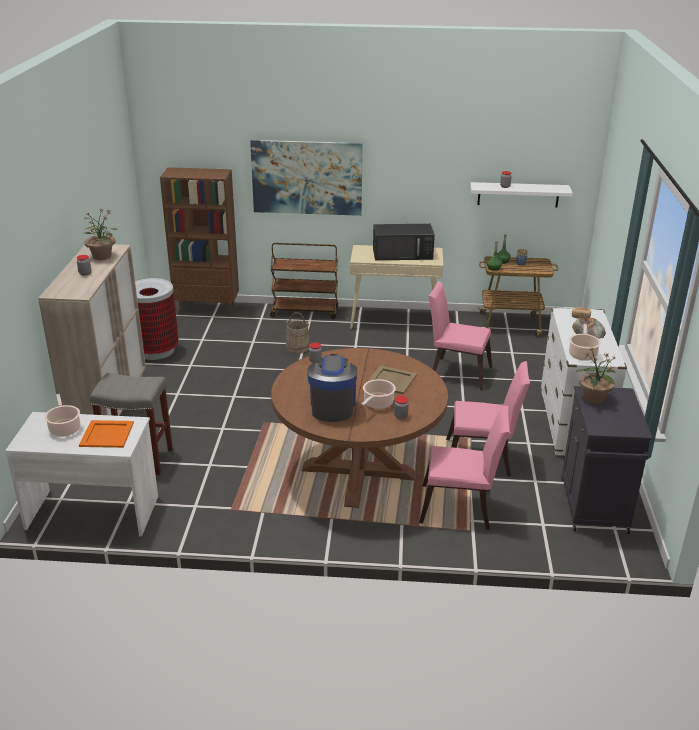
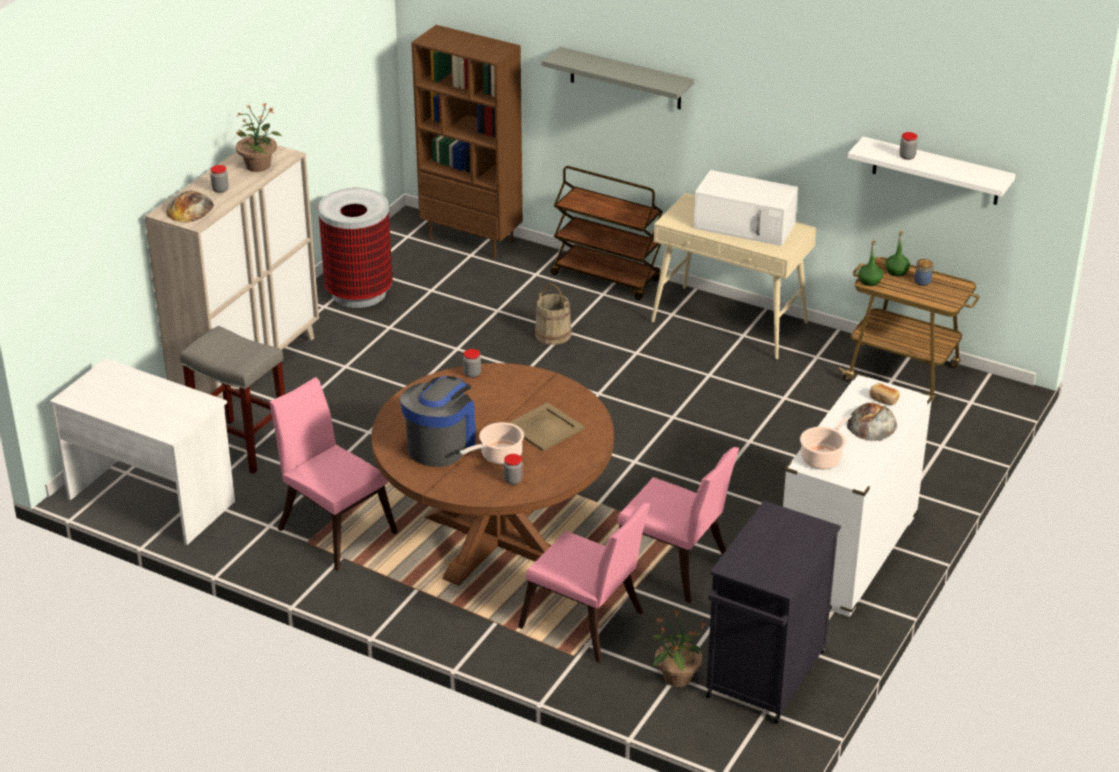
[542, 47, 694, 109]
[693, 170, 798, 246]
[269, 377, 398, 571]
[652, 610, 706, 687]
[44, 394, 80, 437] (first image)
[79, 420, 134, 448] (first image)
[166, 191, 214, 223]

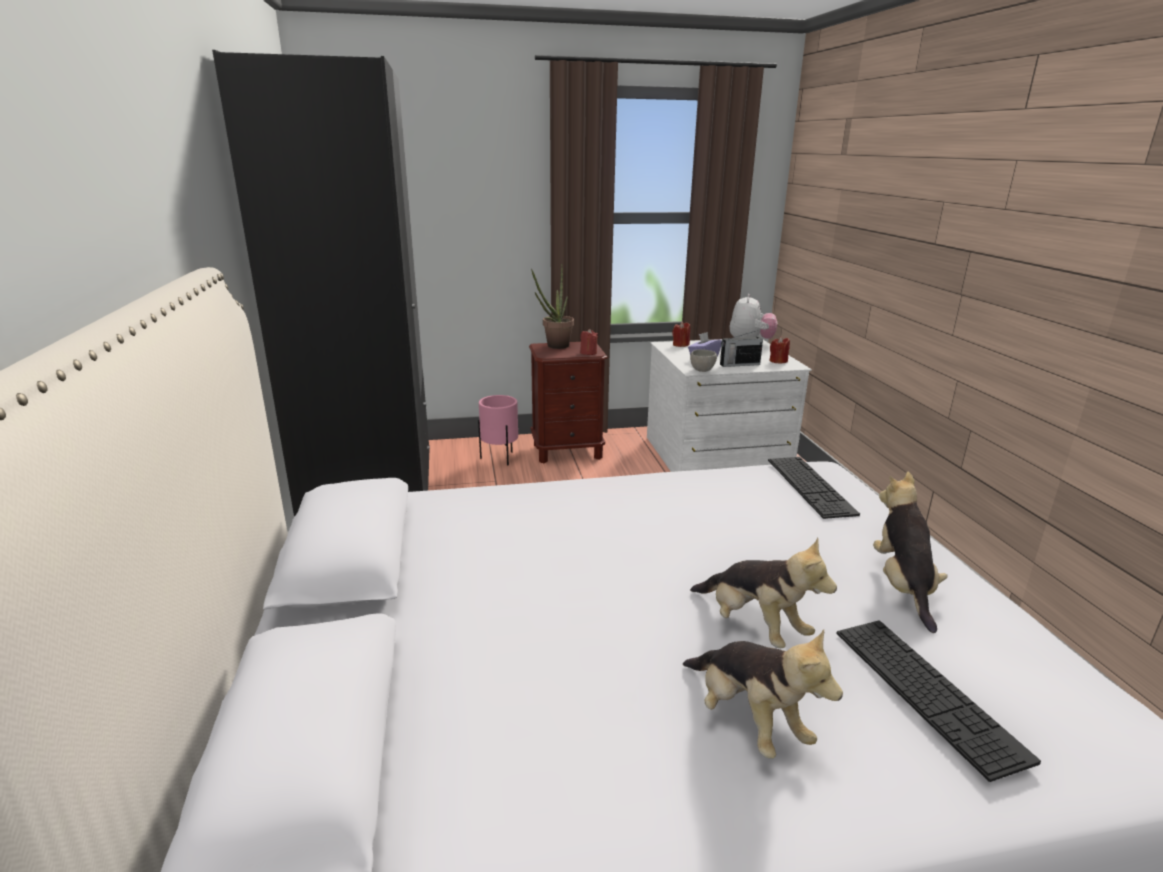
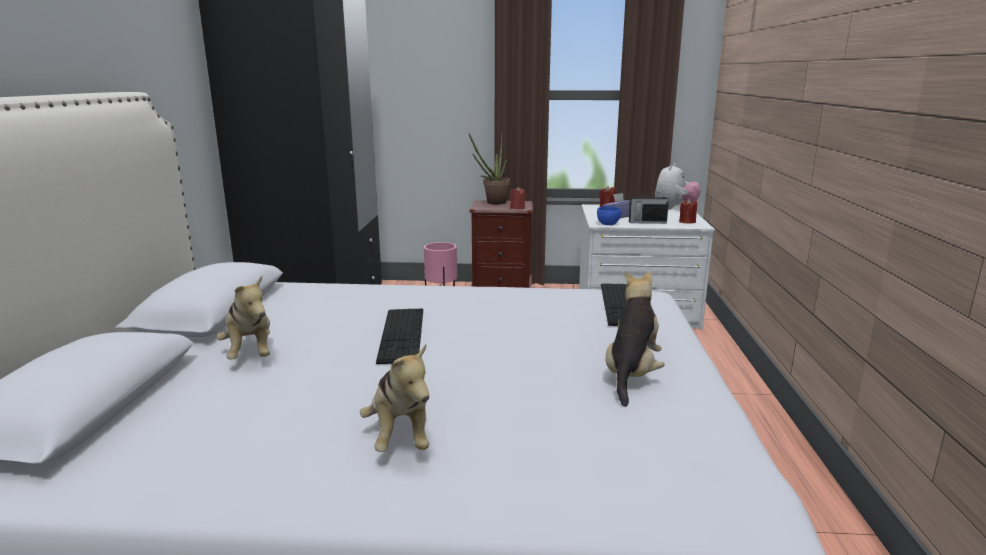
[597, 206, 621, 225]
[217, 276, 270, 360]
[376, 308, 423, 364]

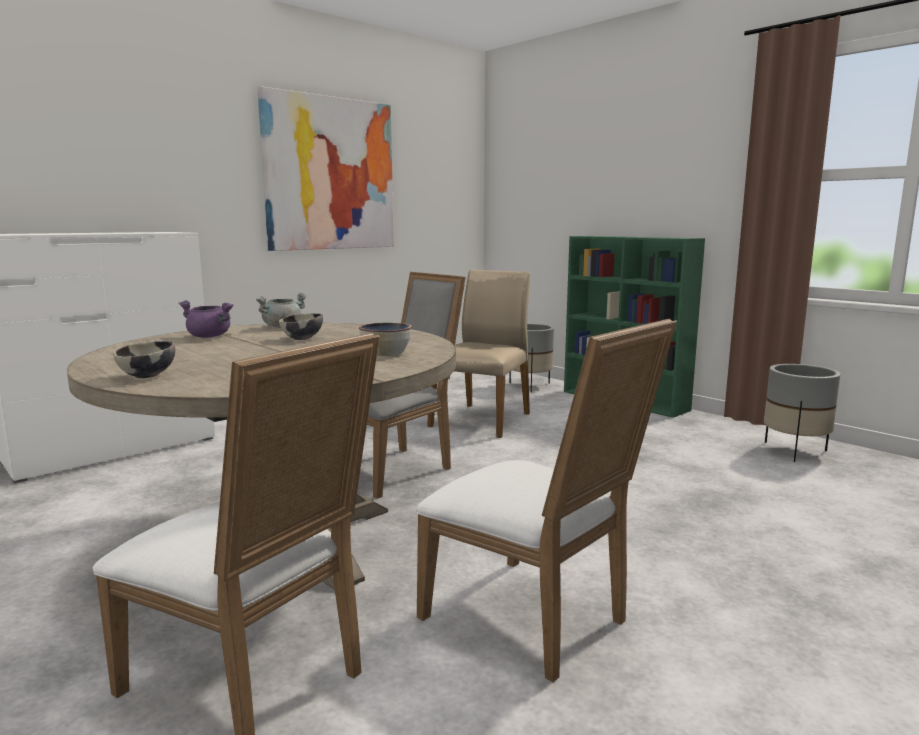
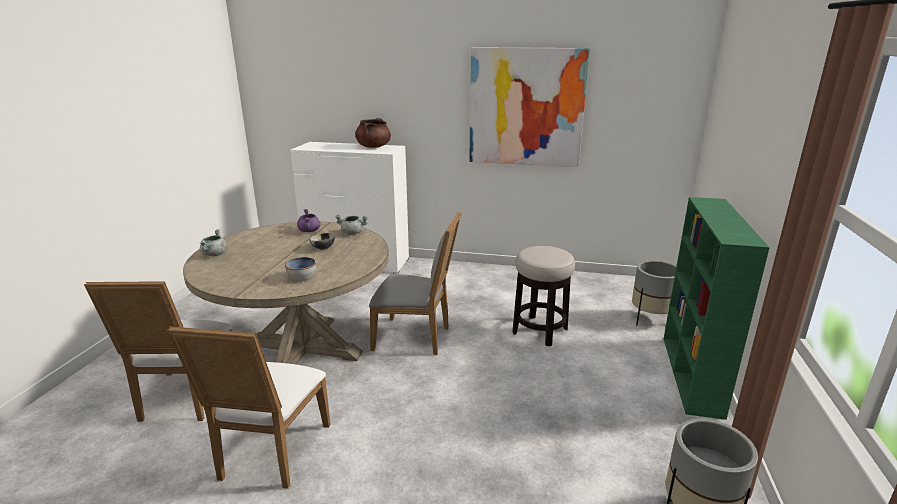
[512, 246, 575, 346]
[200, 229, 228, 256]
[355, 118, 391, 148]

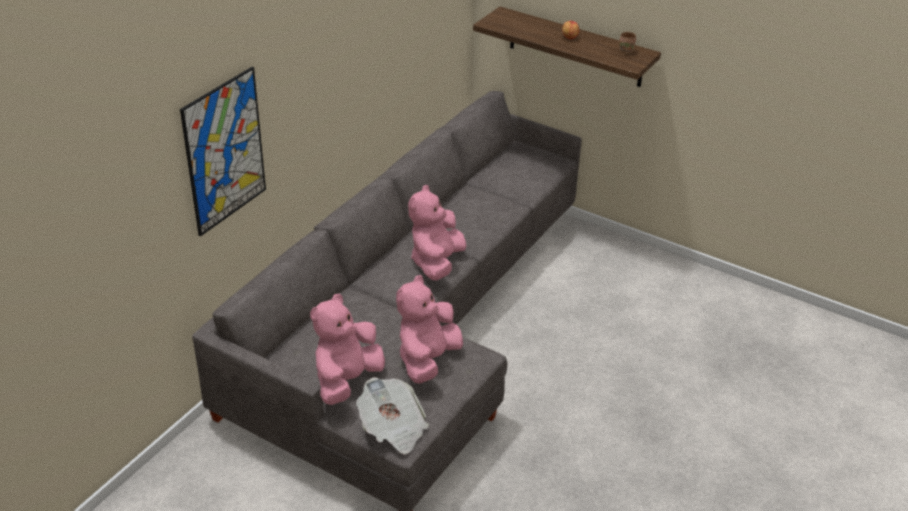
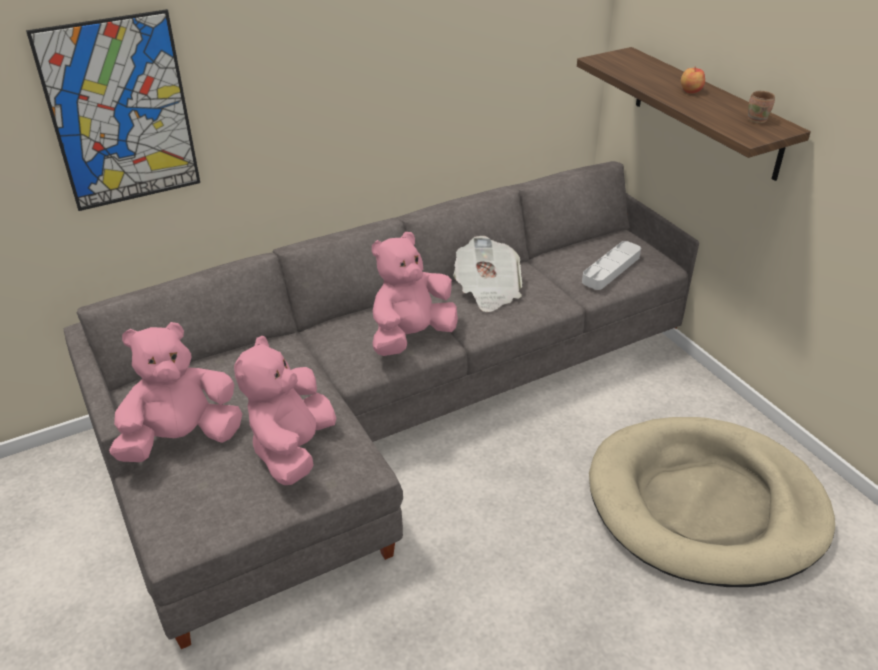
[234, 336, 337, 485]
[454, 236, 522, 312]
[582, 241, 641, 290]
[589, 417, 835, 587]

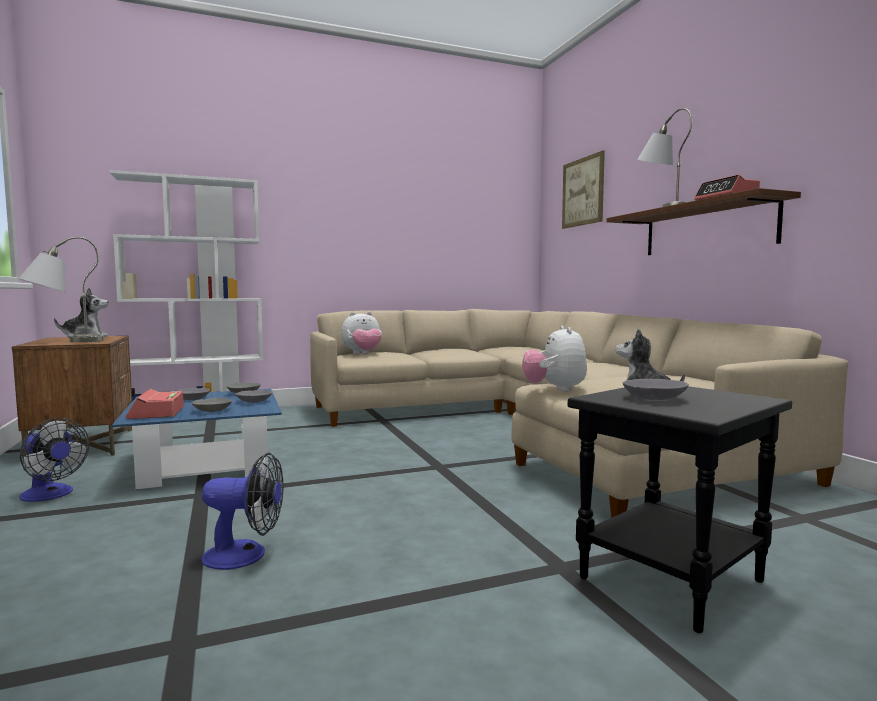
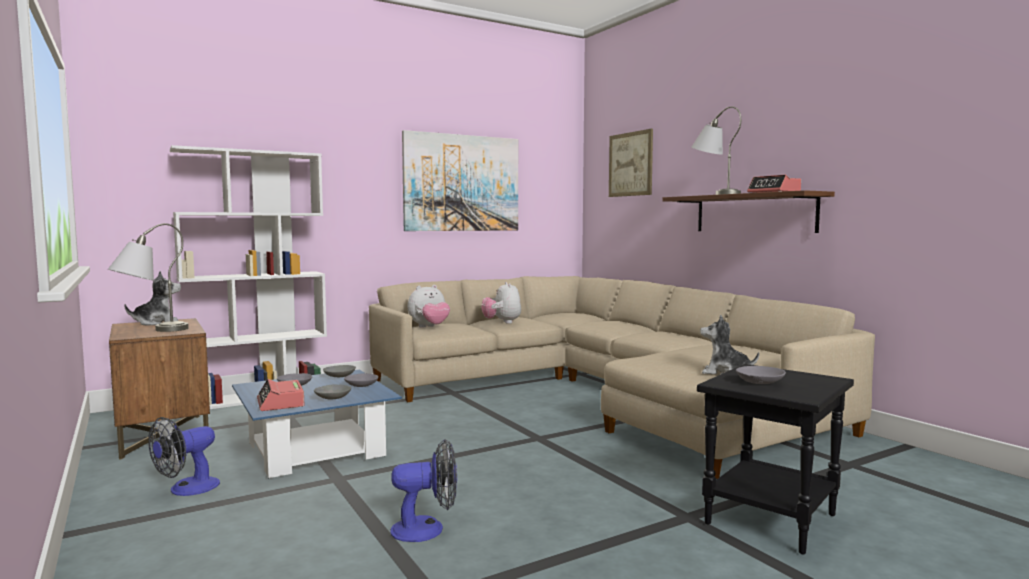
[481, 282, 521, 324]
[149, 417, 220, 496]
[402, 130, 518, 231]

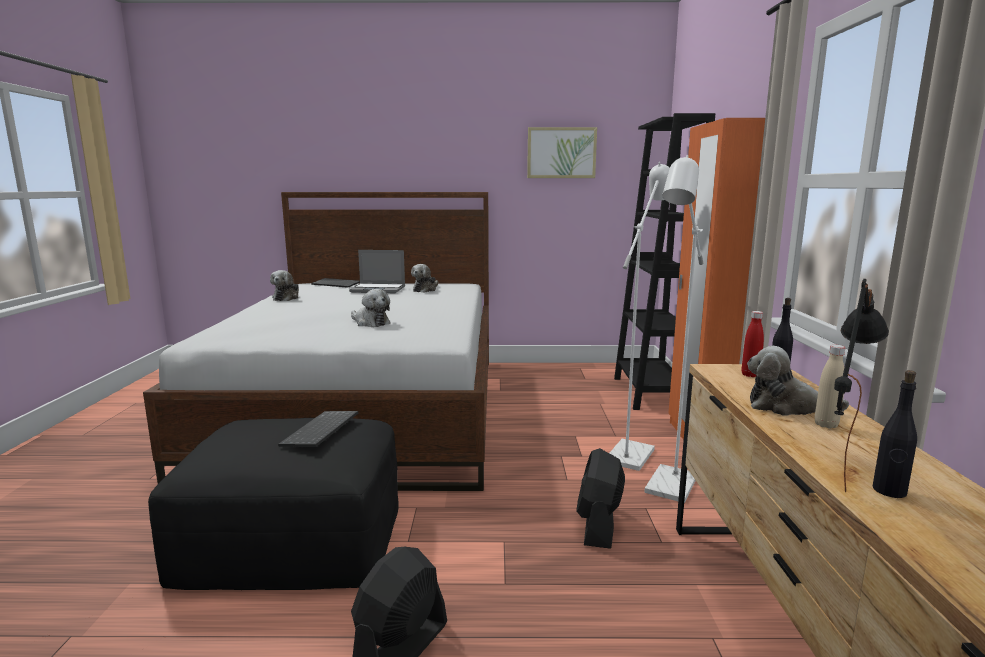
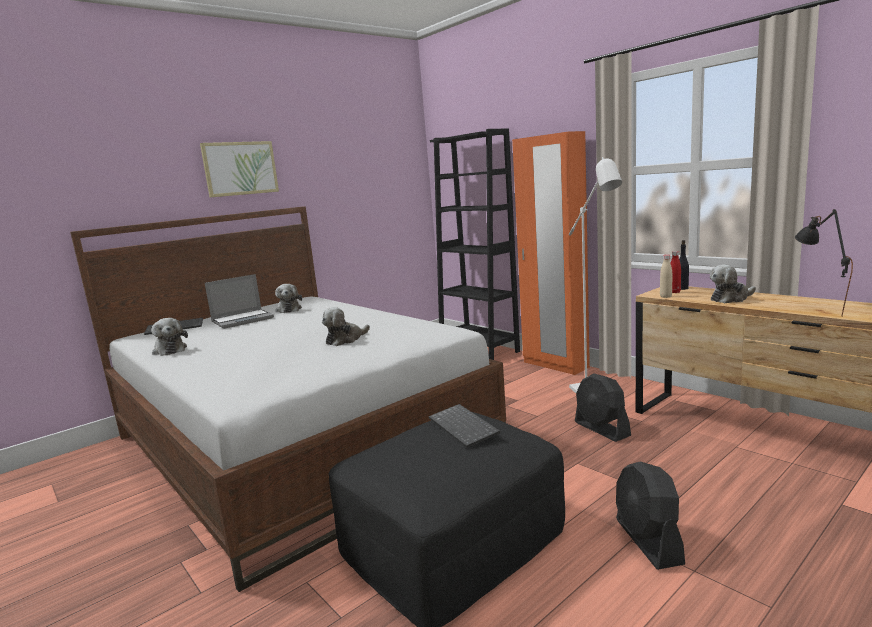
[200, 141, 279, 197]
[610, 162, 670, 471] (first image)
[322, 307, 370, 346]
[660, 255, 672, 298]
[873, 370, 917, 498] (first image)

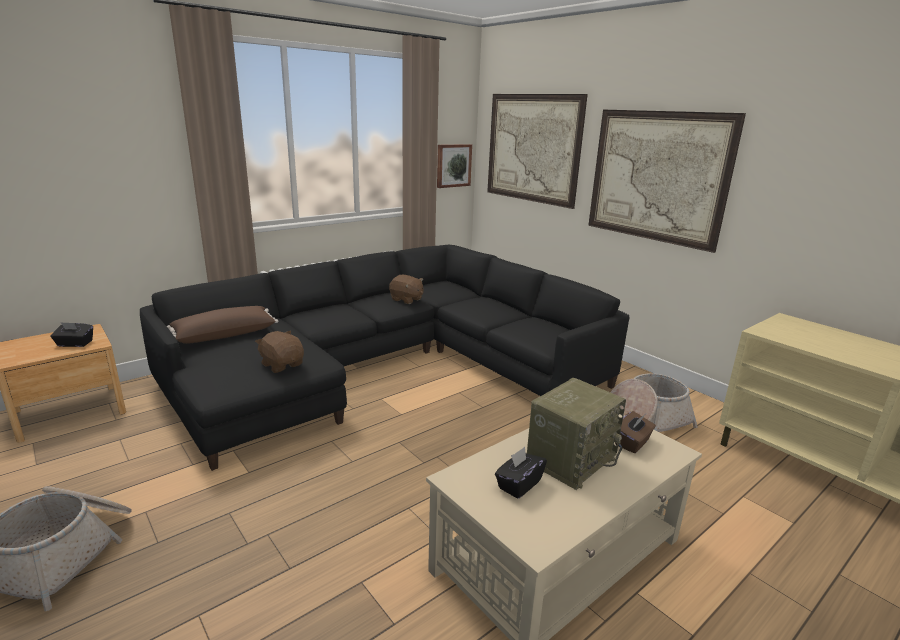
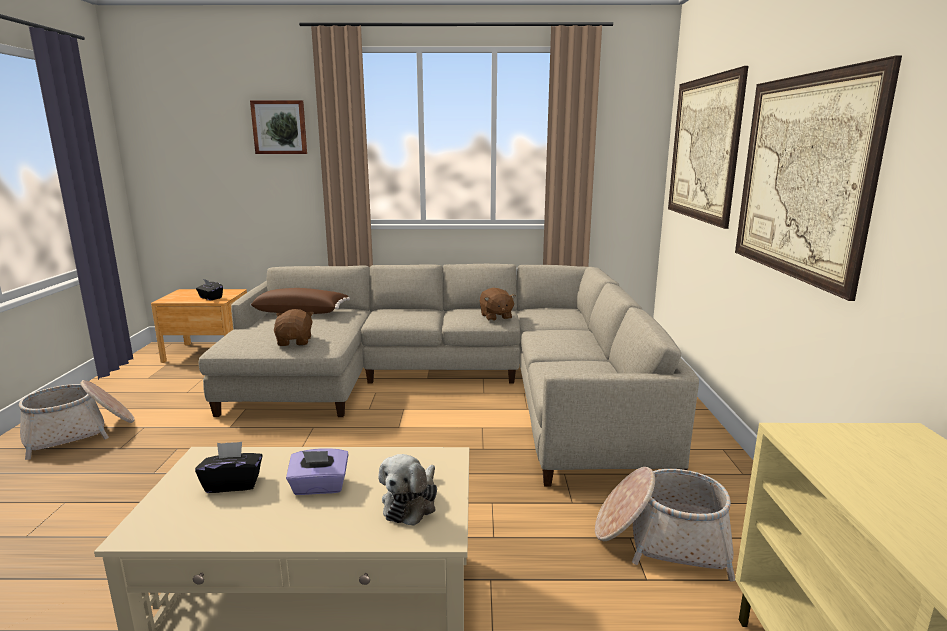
[250, 100, 307, 154]
[198, 264, 699, 486]
[286, 448, 349, 495]
[379, 454, 437, 526]

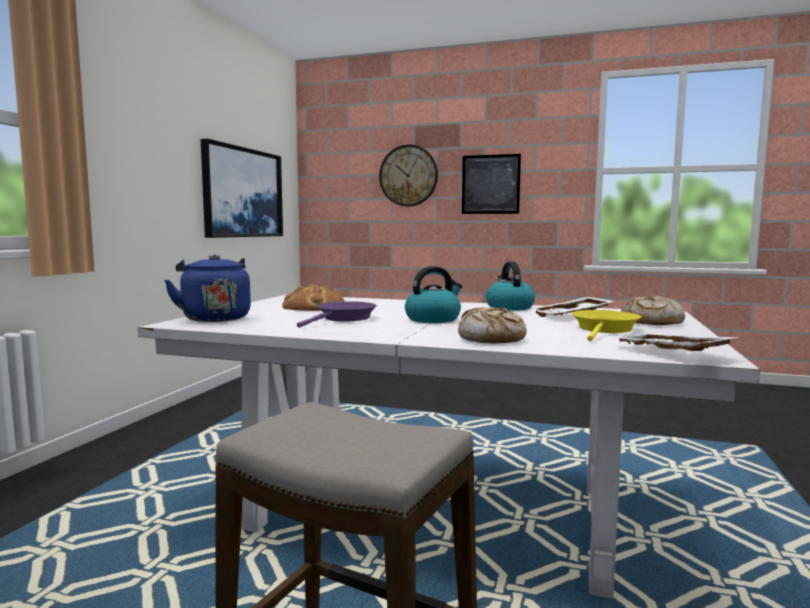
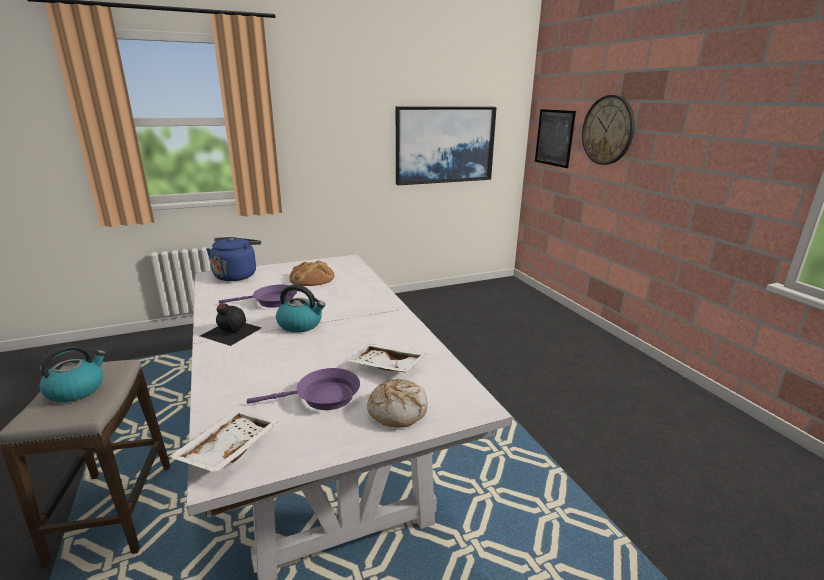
[535, 109, 576, 168]
[39, 344, 106, 402]
[458, 307, 527, 343] (first image)
[247, 368, 360, 410]
[200, 303, 261, 346]

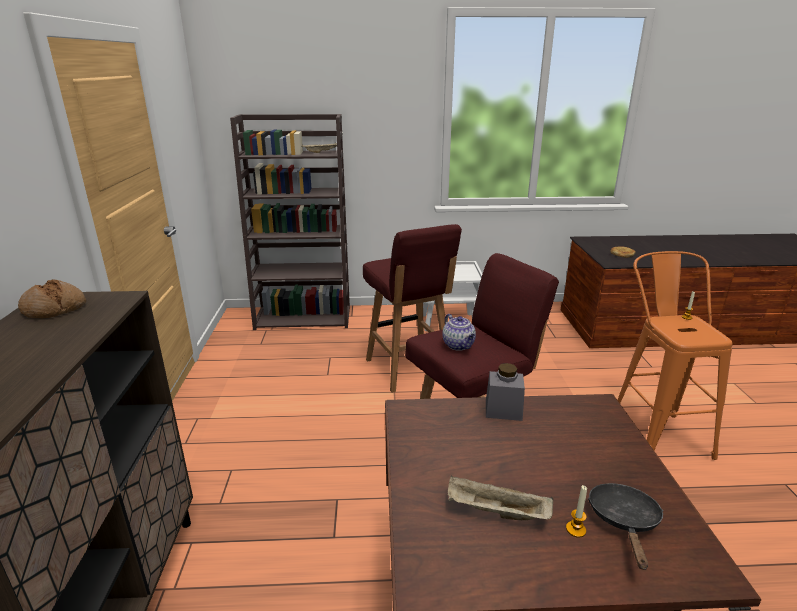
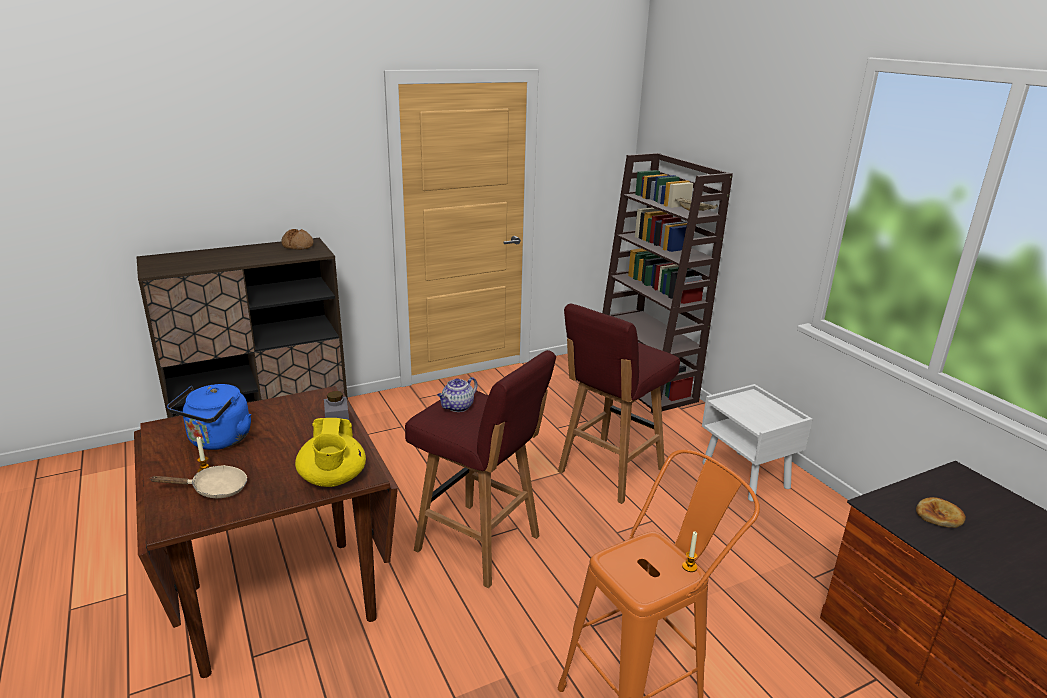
[167, 384, 251, 450]
[150, 465, 247, 498]
[295, 418, 366, 487]

